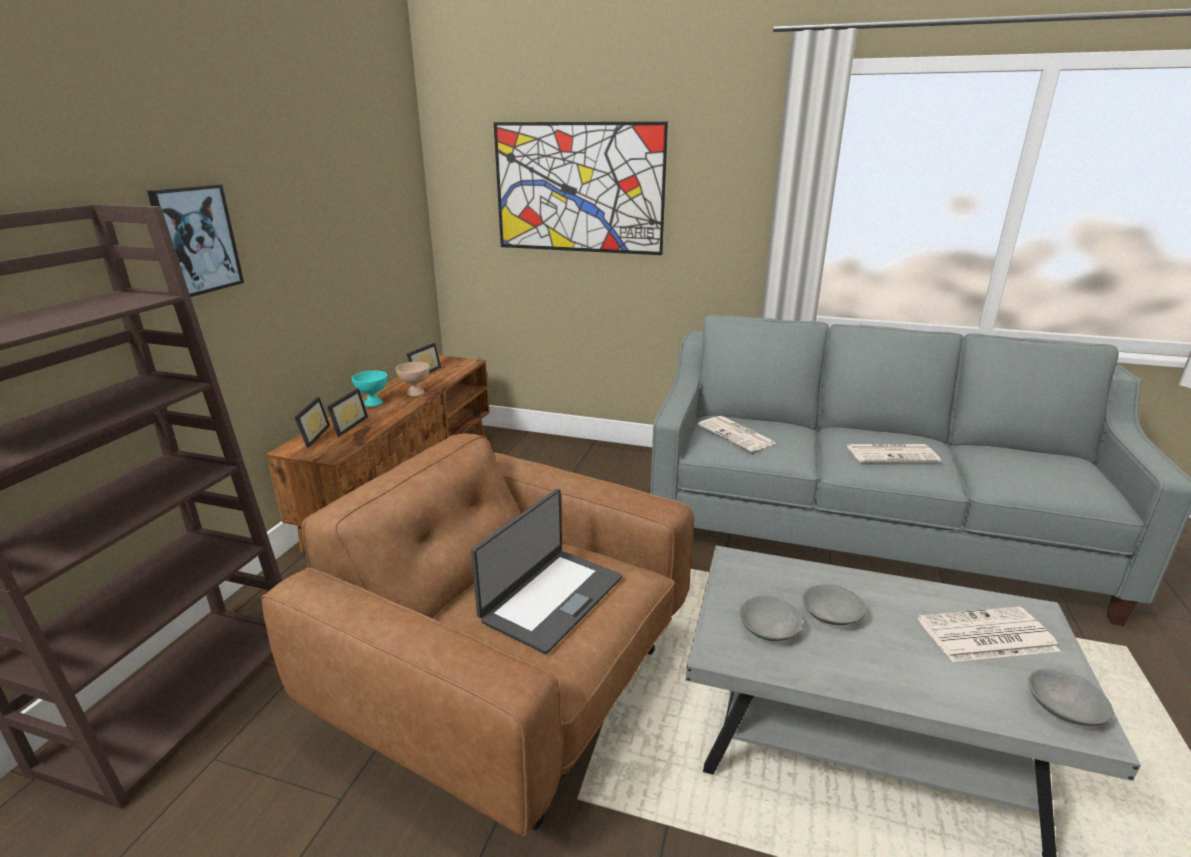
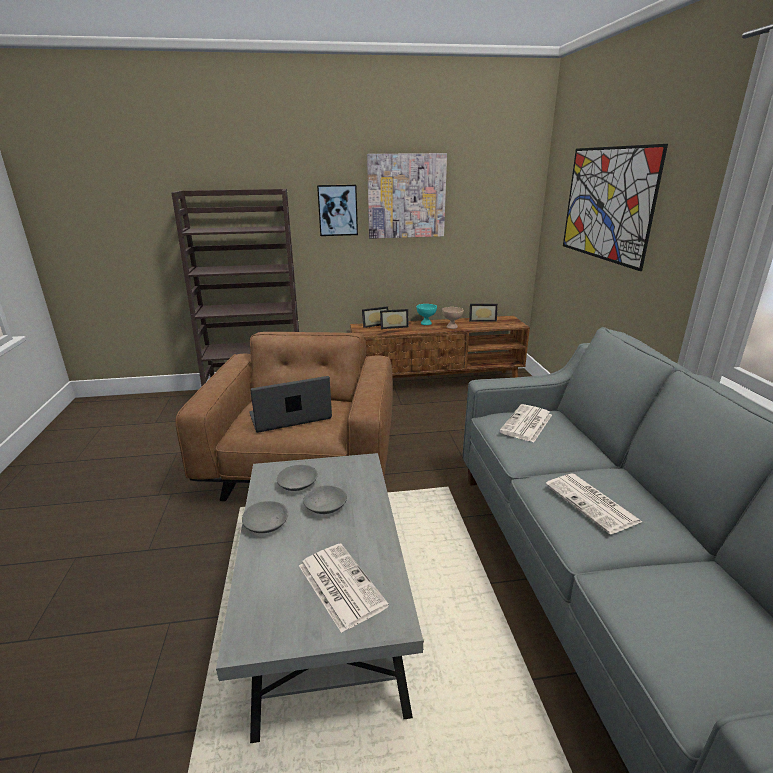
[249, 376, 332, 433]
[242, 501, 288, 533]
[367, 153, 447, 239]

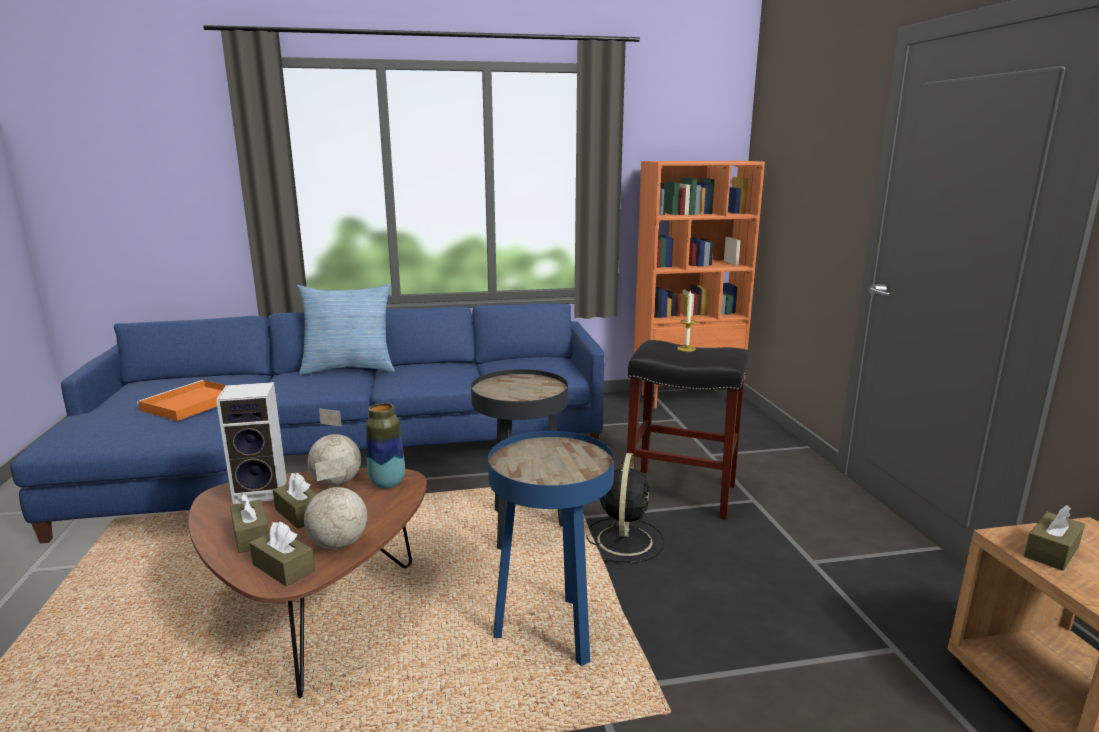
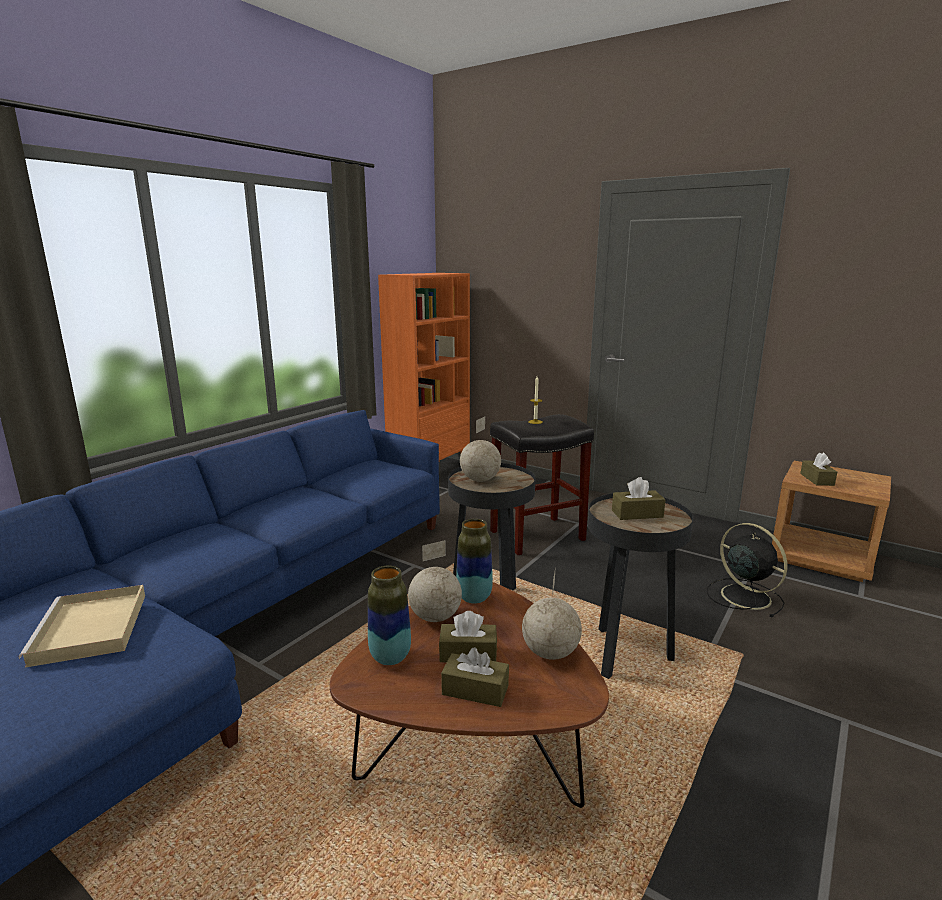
[297, 284, 395, 375] (first image)
[19, 585, 145, 668]
[368, 566, 411, 665]
[588, 493, 693, 679]
[707, 523, 788, 617]
[612, 477, 666, 520]
[460, 417, 501, 482]

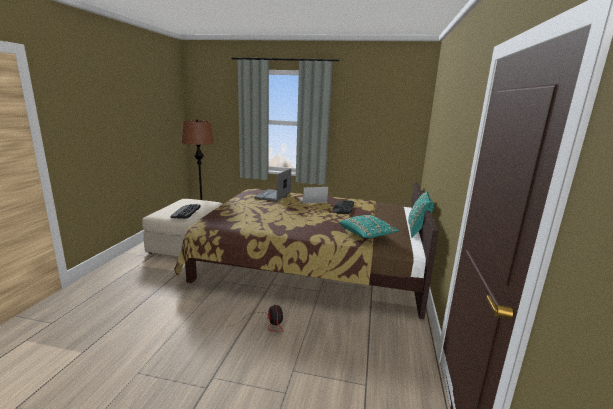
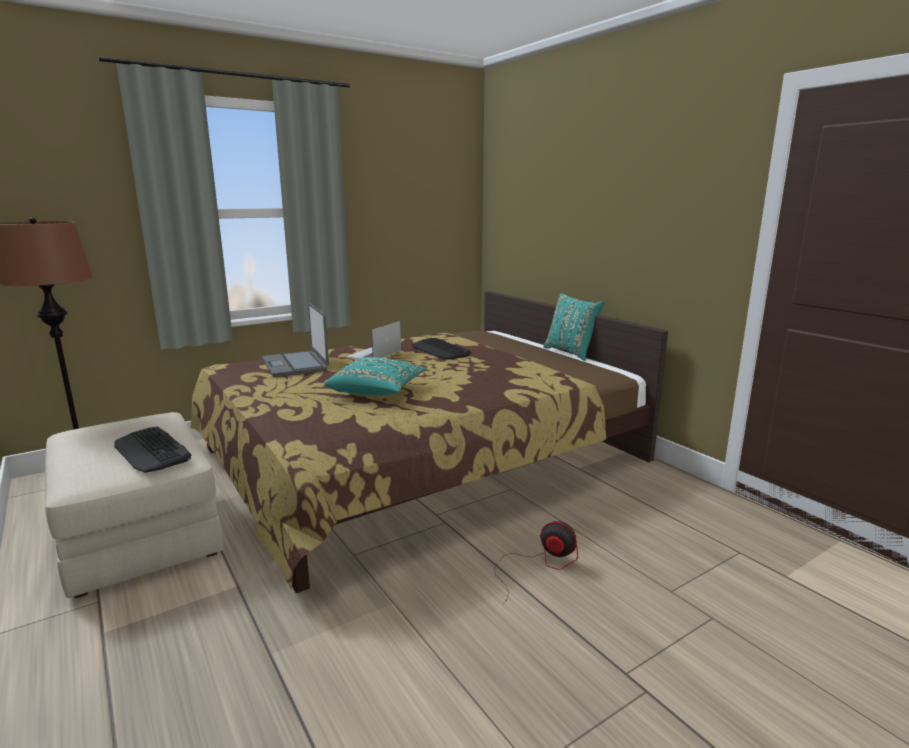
[324, 357, 426, 395]

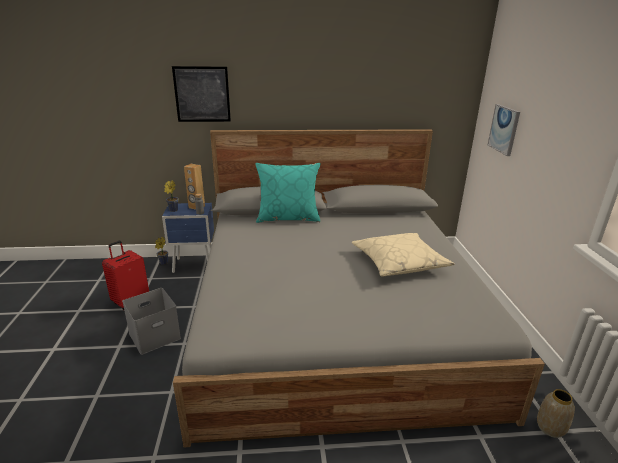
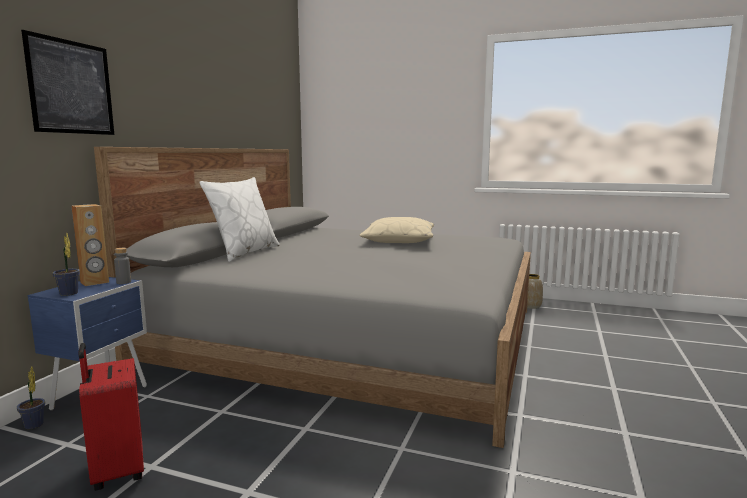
[488, 104, 520, 156] (first image)
[199, 177, 280, 262]
[122, 288, 181, 355] (first image)

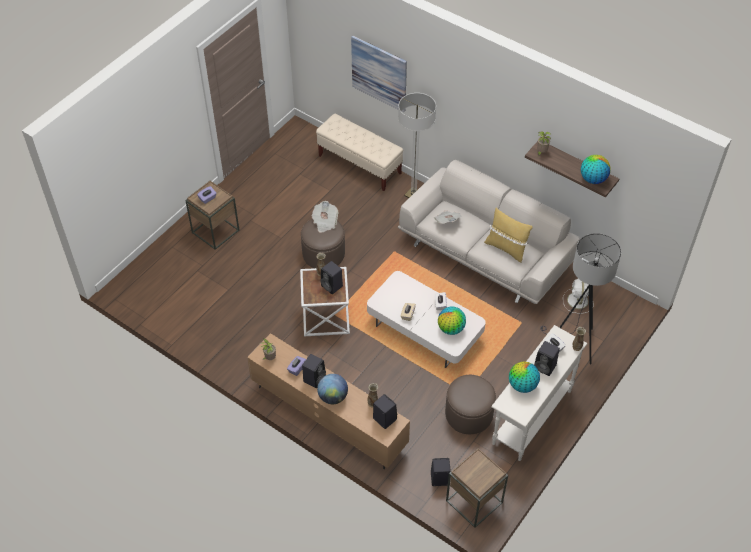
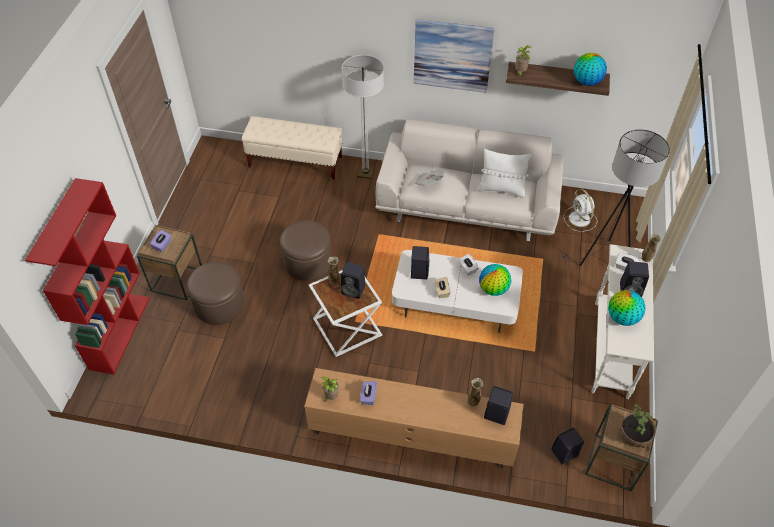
[414, 19, 495, 93]
[311, 201, 339, 233] (first image)
[477, 148, 531, 198]
[411, 246, 430, 280]
[317, 374, 348, 404] (first image)
[187, 262, 245, 325]
[25, 178, 150, 375]
[621, 404, 656, 448]

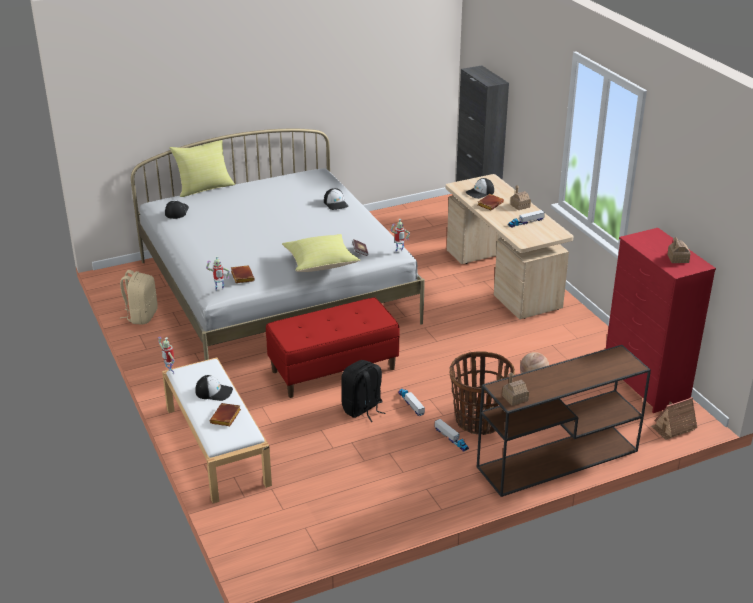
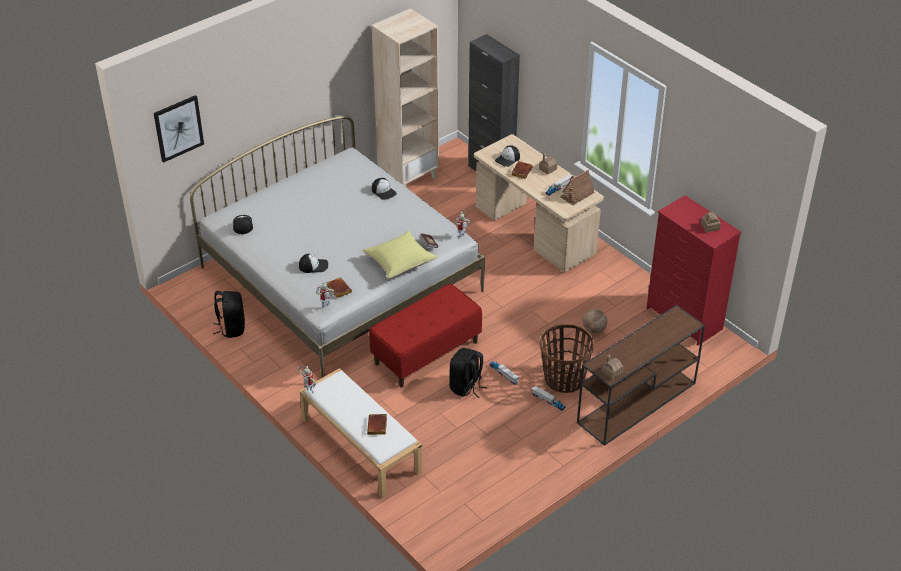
[170, 140, 235, 197] (first image)
[213, 291, 245, 338]
[299, 254, 328, 273]
[560, 170, 595, 206]
[371, 8, 439, 187]
[154, 95, 204, 163]

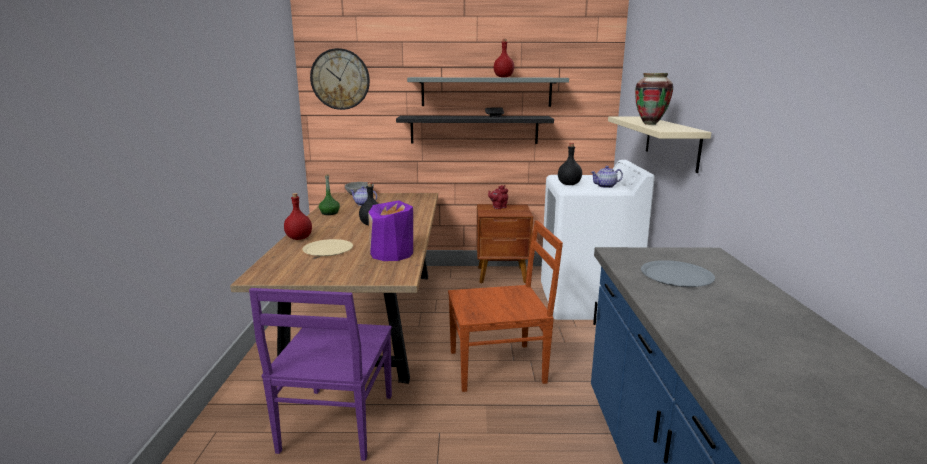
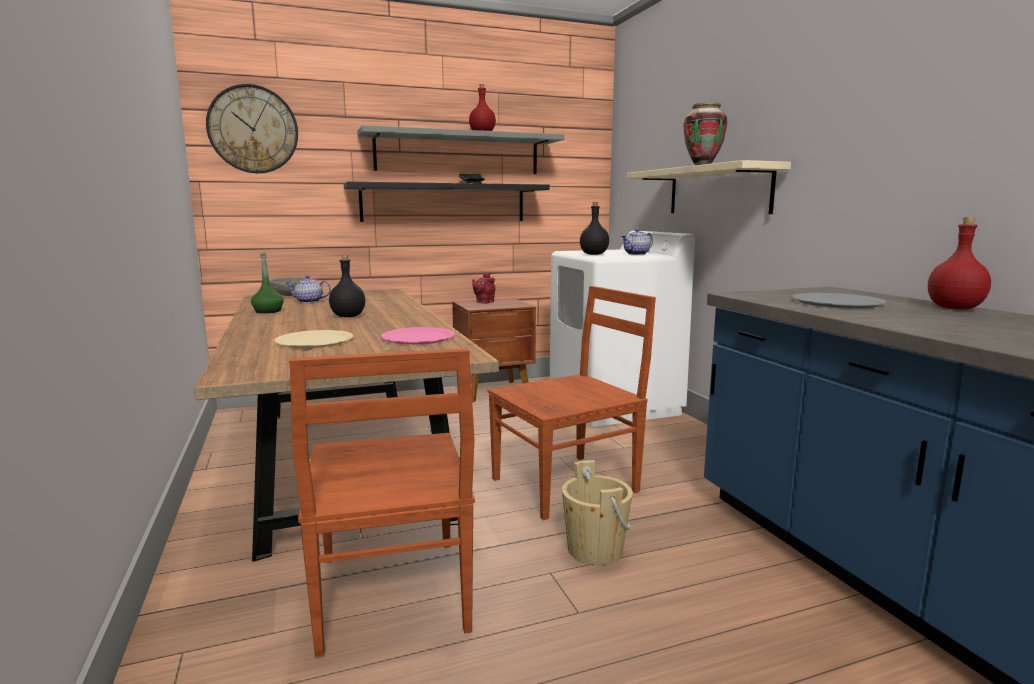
[928, 217, 991, 309]
[381, 327, 455, 344]
[289, 349, 475, 658]
[562, 460, 633, 565]

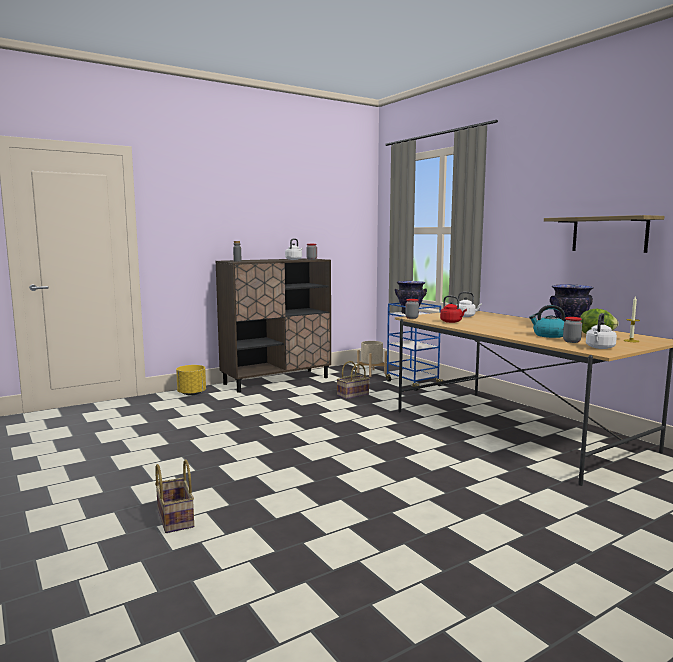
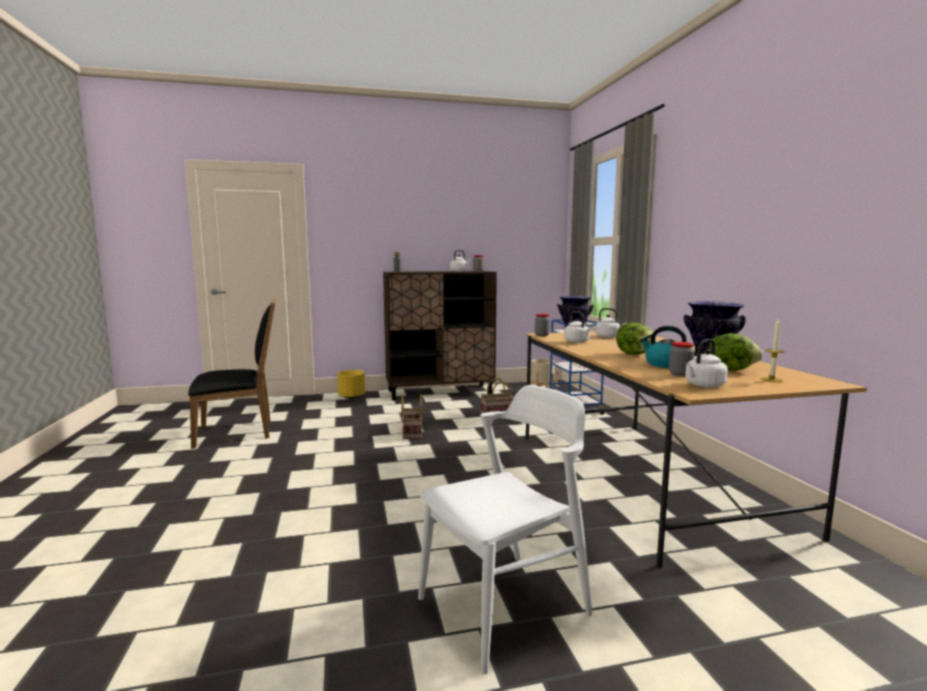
[544, 215, 664, 253] (first image)
[564, 311, 592, 343]
[401, 394, 422, 439]
[188, 299, 276, 449]
[616, 323, 656, 355]
[418, 385, 592, 674]

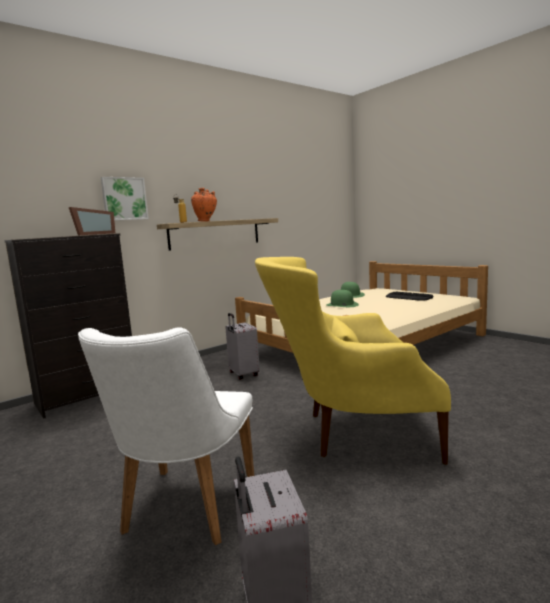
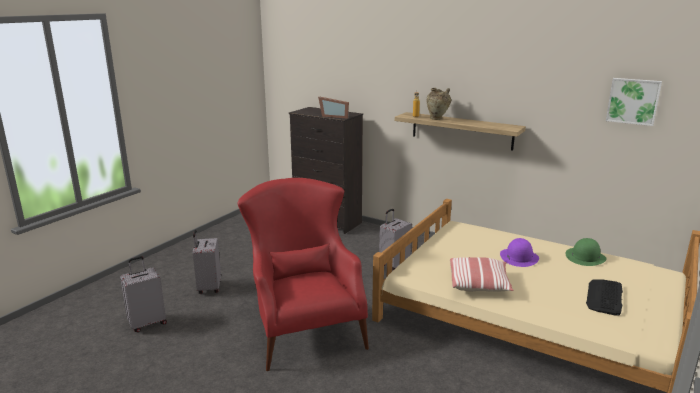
[606, 78, 662, 126]
[427, 88, 451, 120]
[238, 178, 369, 371]
[500, 238, 539, 267]
[193, 230, 221, 294]
[450, 257, 514, 292]

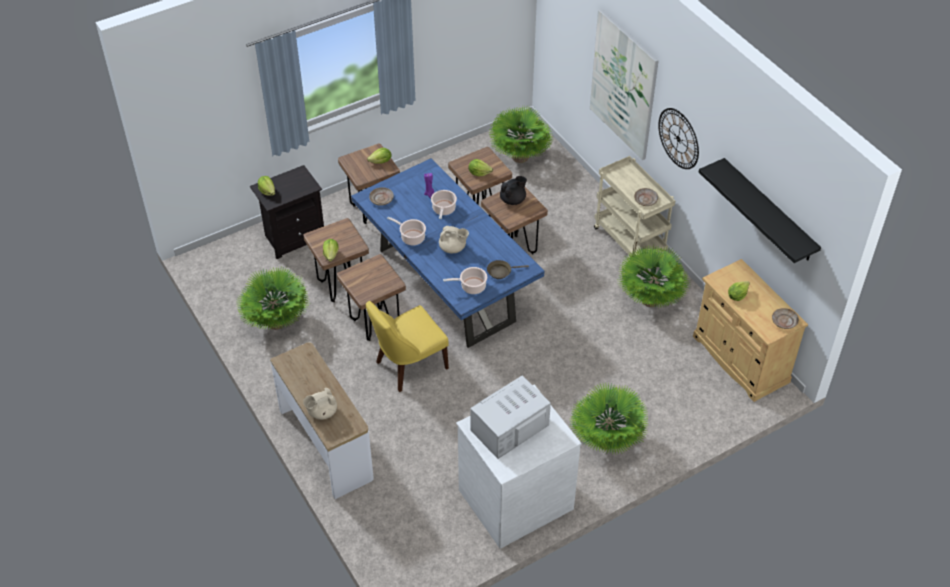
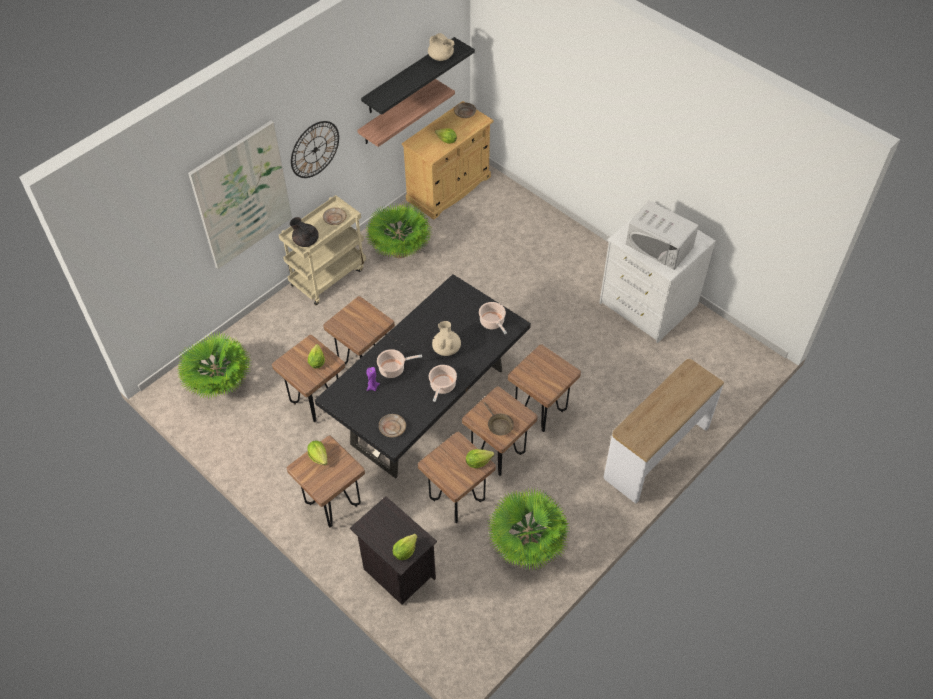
[315, 274, 531, 479]
[290, 217, 319, 247]
[484, 402, 514, 436]
[508, 344, 581, 432]
[569, 384, 648, 453] (first image)
[428, 33, 454, 61]
[357, 79, 455, 147]

